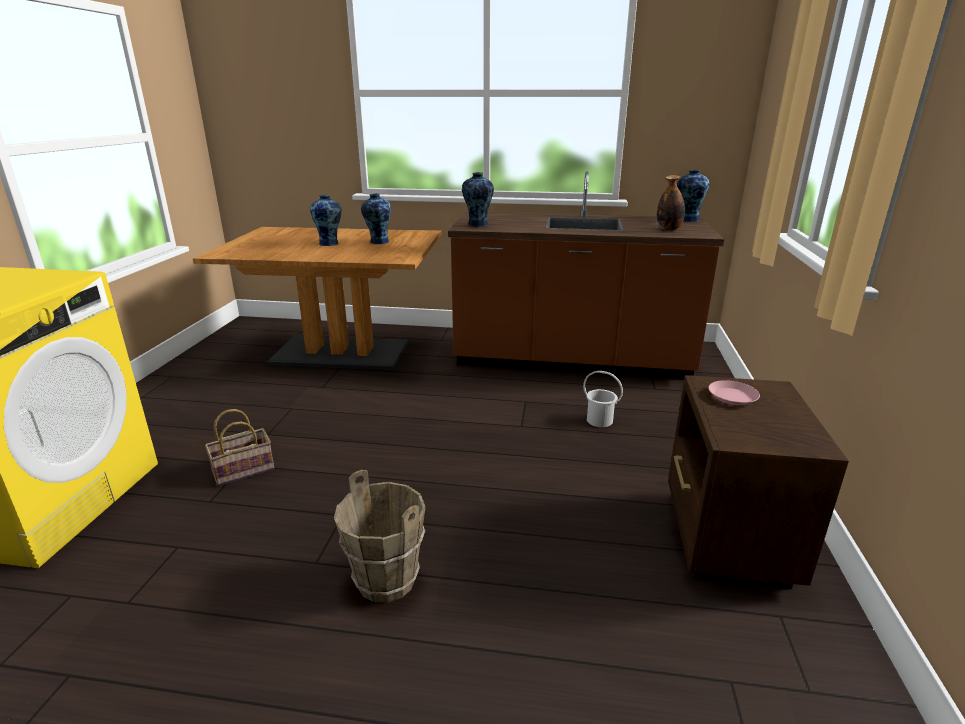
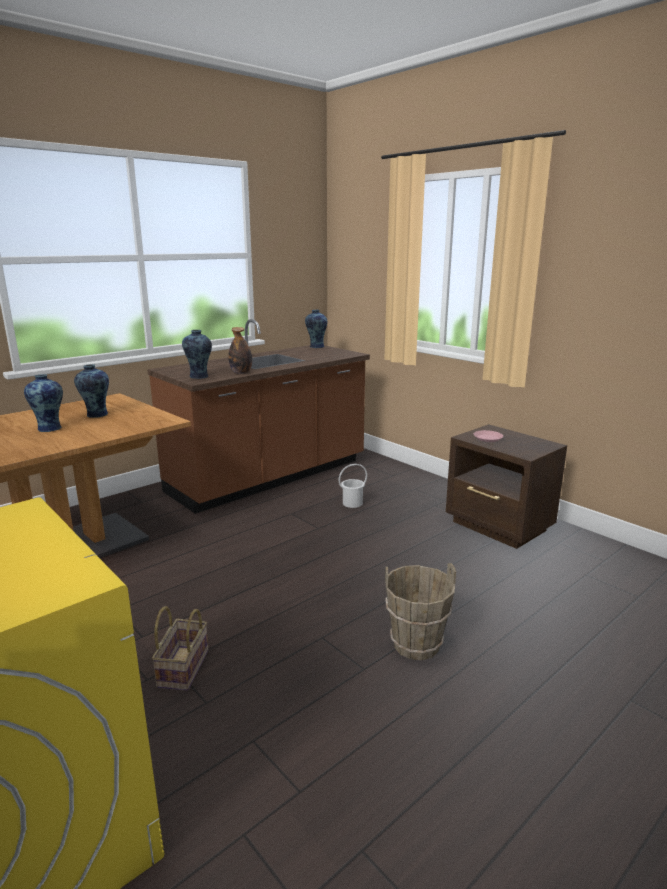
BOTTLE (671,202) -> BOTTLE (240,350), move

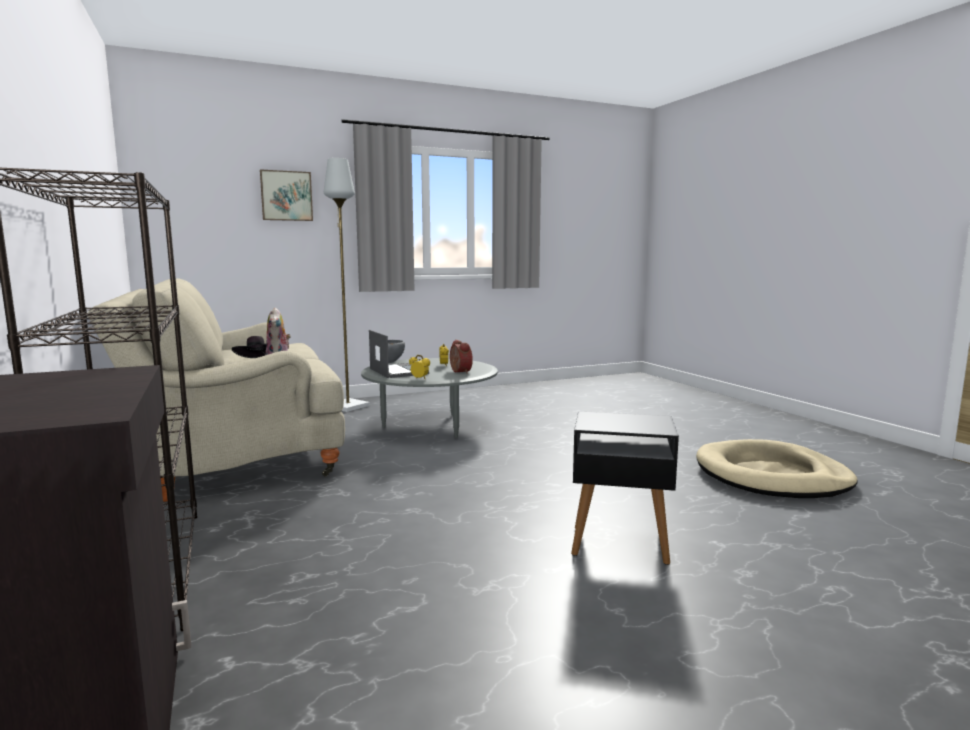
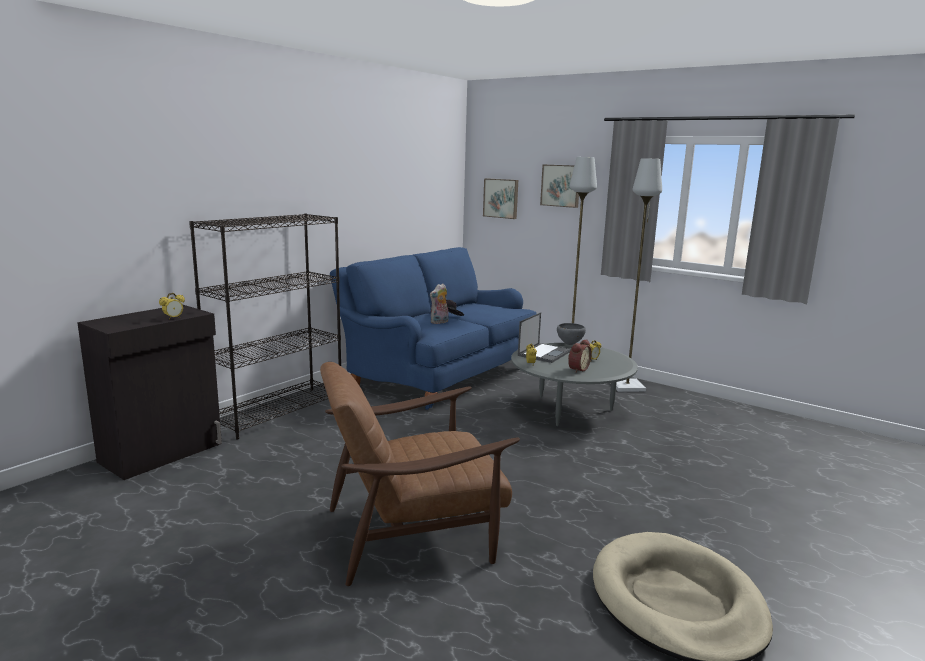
none -> ALARM CLOCK (172,306)
BLACK SIDE TABLE (625,488) -> BROWN ARMCHAIR (420,474)
BEIGE SOFA (216,390) -> BLUE SOFA (433,328)
none -> PICTURE (500,198)
none -> GREY FLOOR LAMP (639,275)

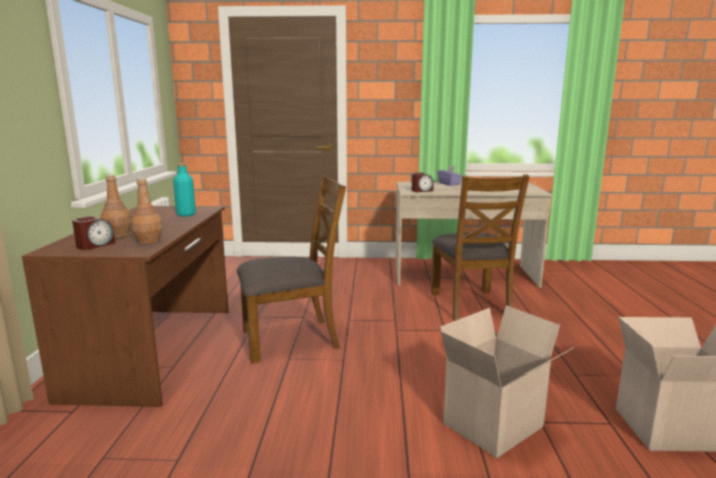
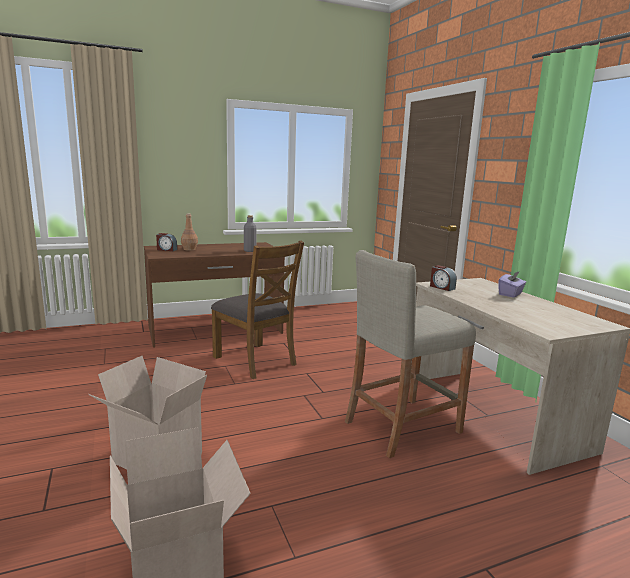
TURQUOISE BOTTLE (184,190) -> GREY BOTTLE (250,233)
BROWN CHAIR (480,248) -> BEIGE STOOL (410,354)
BROWN BOTTLE (147,211) -> none

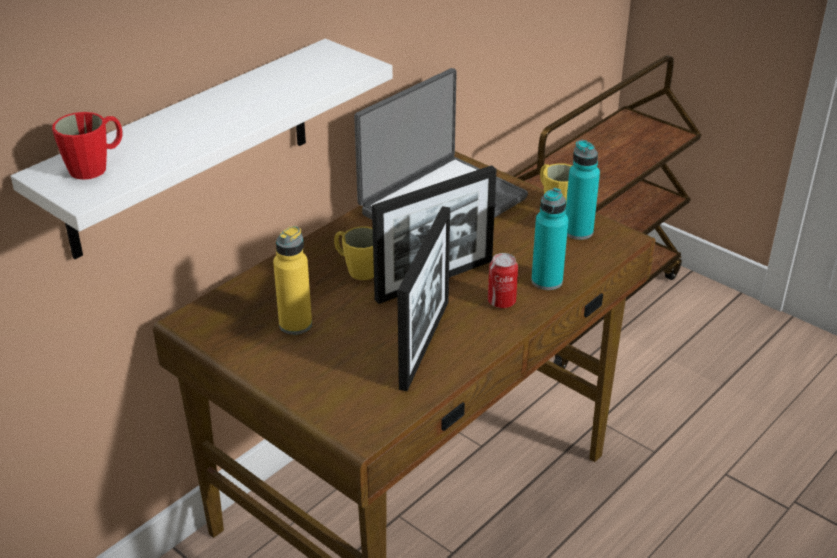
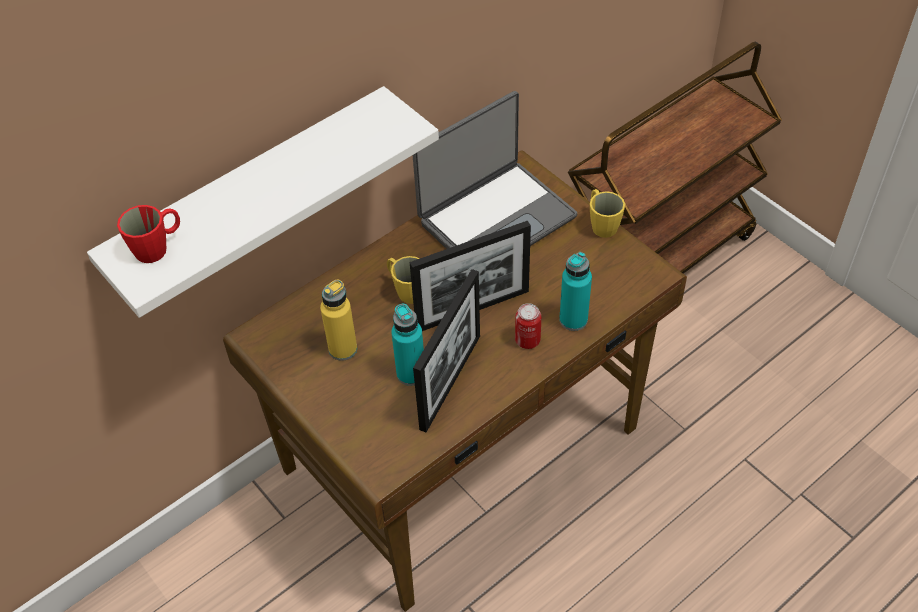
TURQUOISE BOTTLE (582,190) -> TURQUOISE BOTTLE (407,344), move

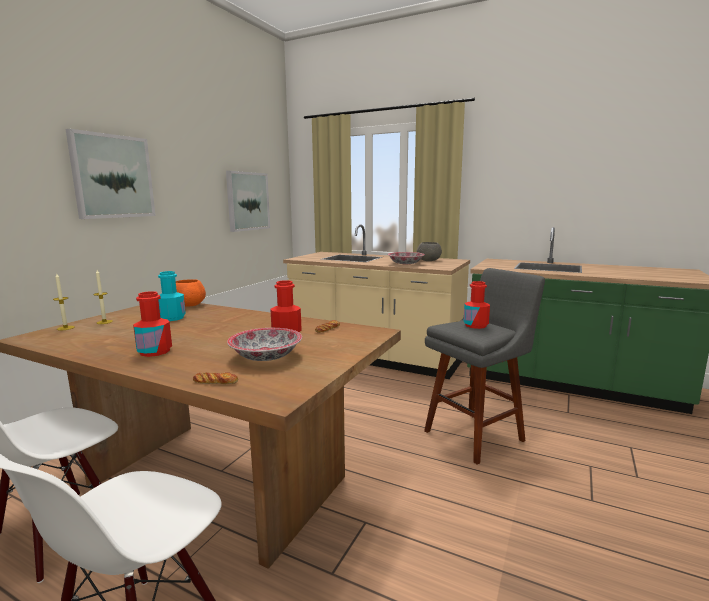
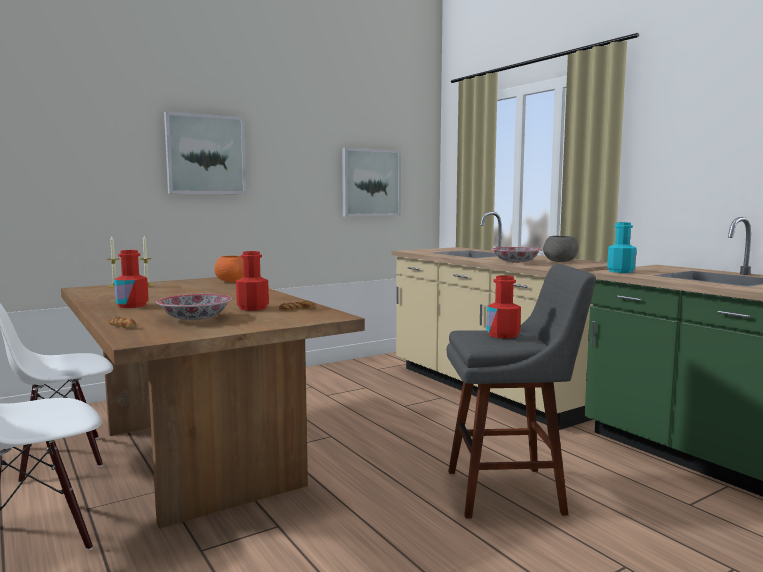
TURQUOISE BOTTLE (172,296) -> TURQUOISE BOTTLE (622,247), move

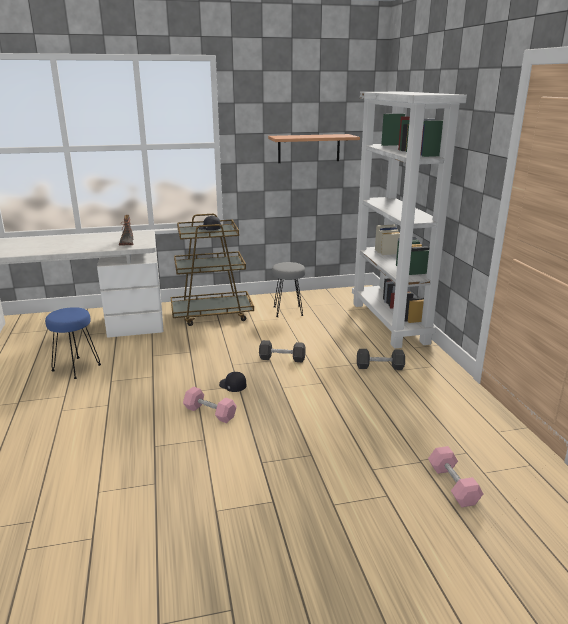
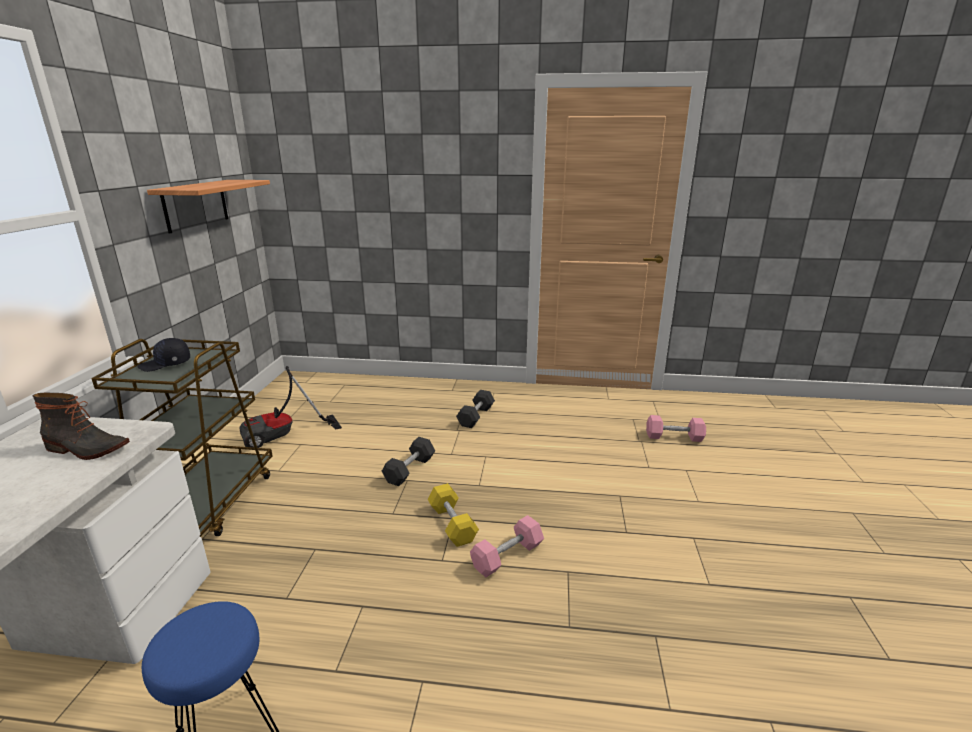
GREY STOOL (288,289) -> VACUUM CLEANER (291,407)
BLACK CAP (232,382) -> YELLOW DUMBBELL (453,515)
WHITE BOOKCASE (409,220) -> none

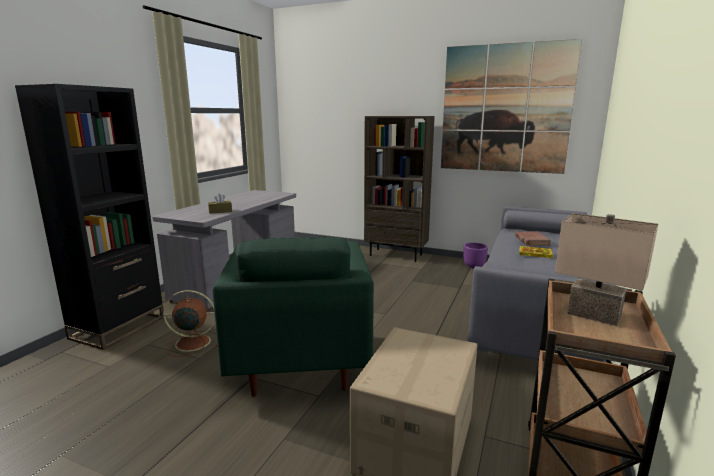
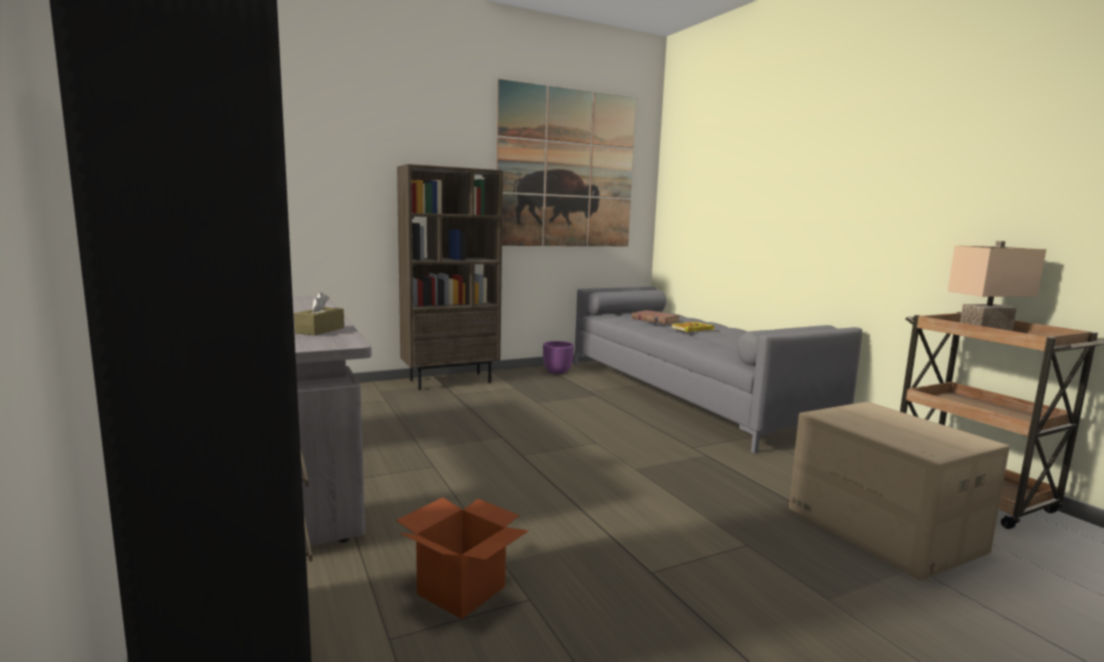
BROWN FAN (190,323) -> CARDBOARD BOX (462,558)
GREEN ARMCHAIR (293,317) -> none

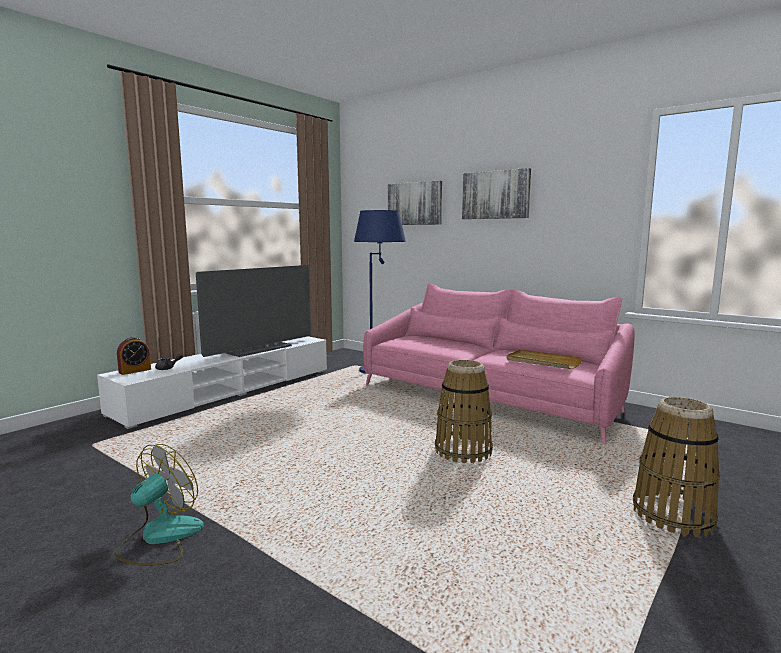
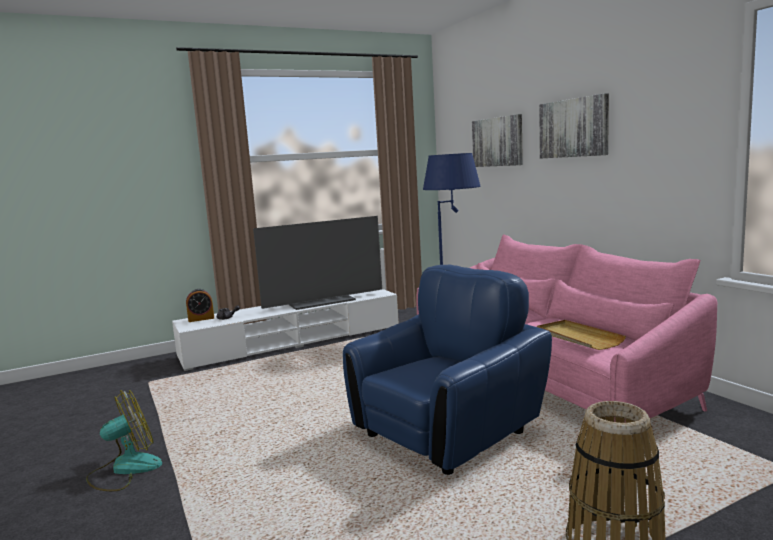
BASKET (464,411) -> BLUE ARMCHAIR (447,370)

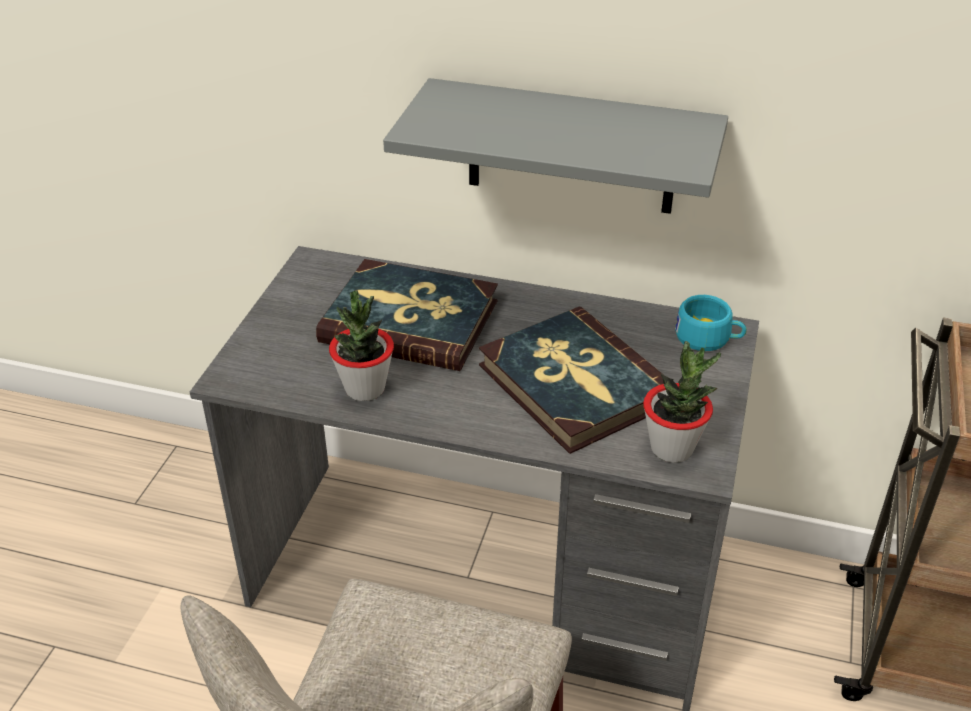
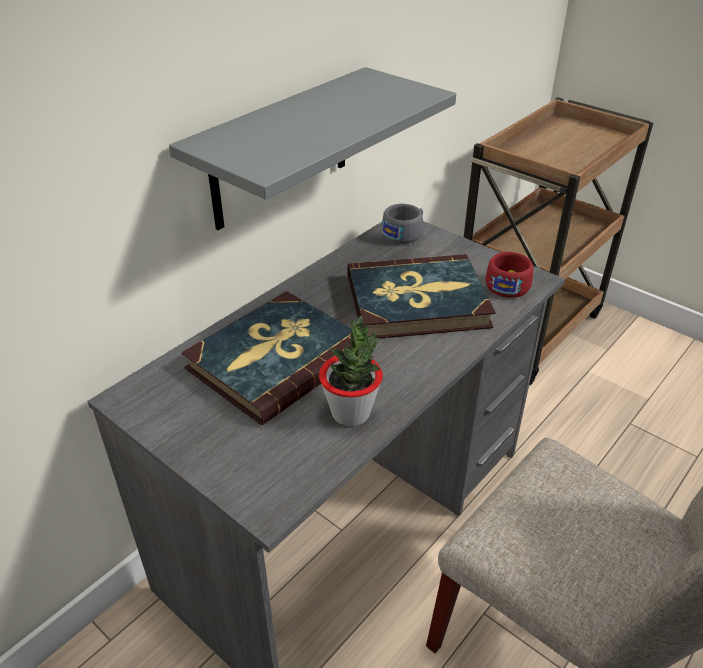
TURQUOISE CUP (711,323) -> GREY CUP (402,224)
POTTED PLANT (682,402) -> RED CUP (509,275)

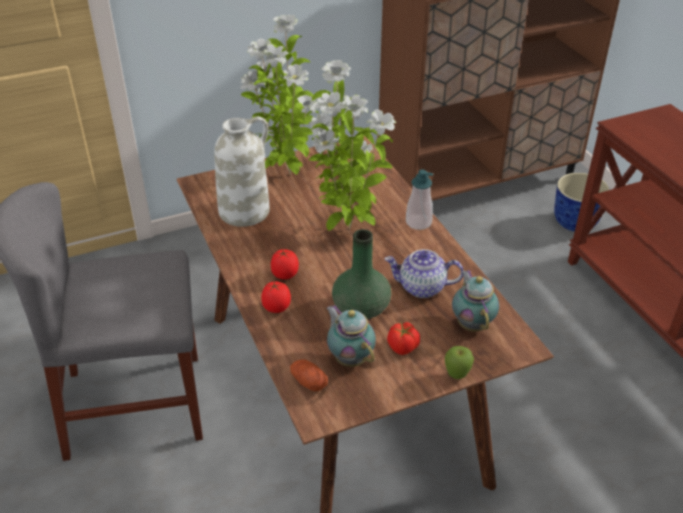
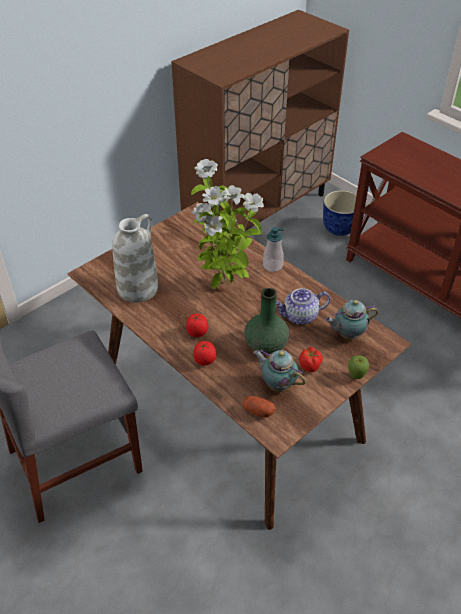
TEAPOT (475,300) -> TEAPOT (352,320), 75 degrees counterclockwise
POTTED PLANT (280,95) -> none

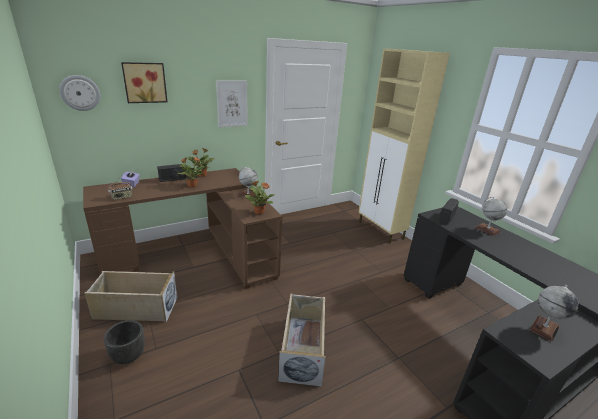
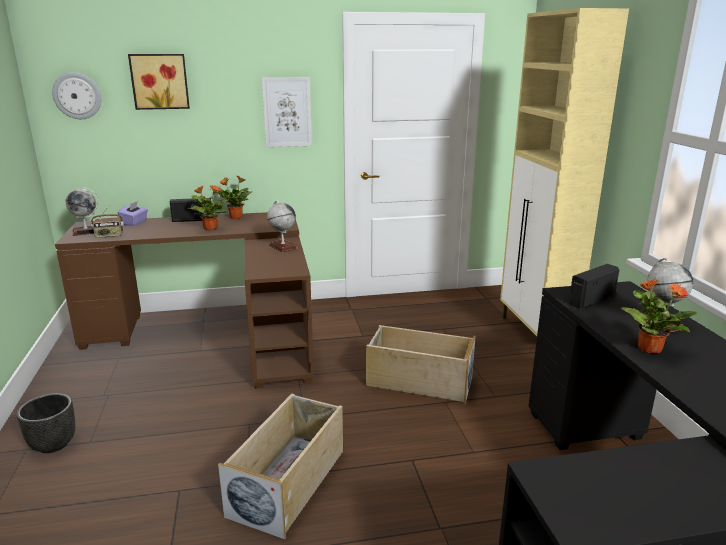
GLOBE (554,313) -> GLOBE (82,211), move
BEIGE STORAGE BOX (131,297) -> BEIGE STORAGE BOX (421,364), move
POTTED PLANT (260,197) -> POTTED PLANT (659,315), move

